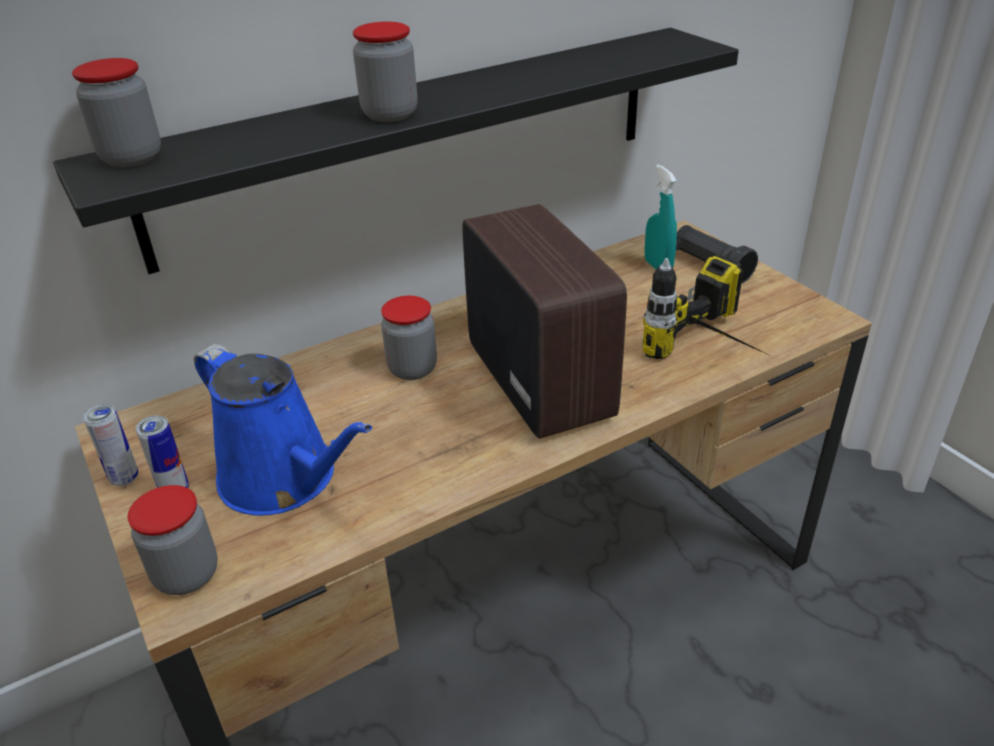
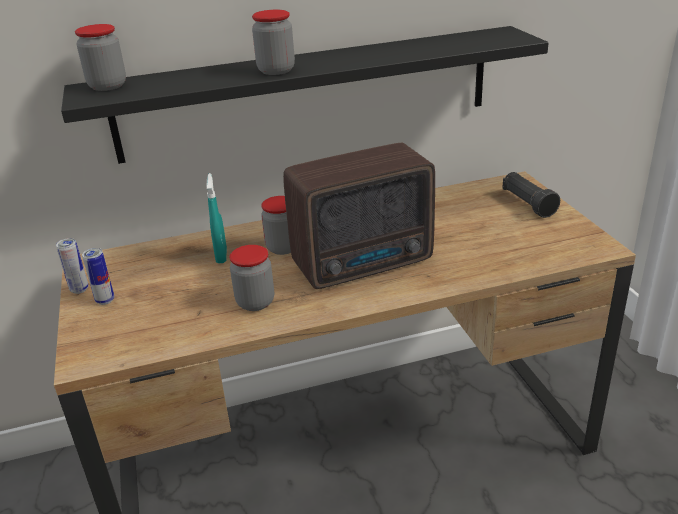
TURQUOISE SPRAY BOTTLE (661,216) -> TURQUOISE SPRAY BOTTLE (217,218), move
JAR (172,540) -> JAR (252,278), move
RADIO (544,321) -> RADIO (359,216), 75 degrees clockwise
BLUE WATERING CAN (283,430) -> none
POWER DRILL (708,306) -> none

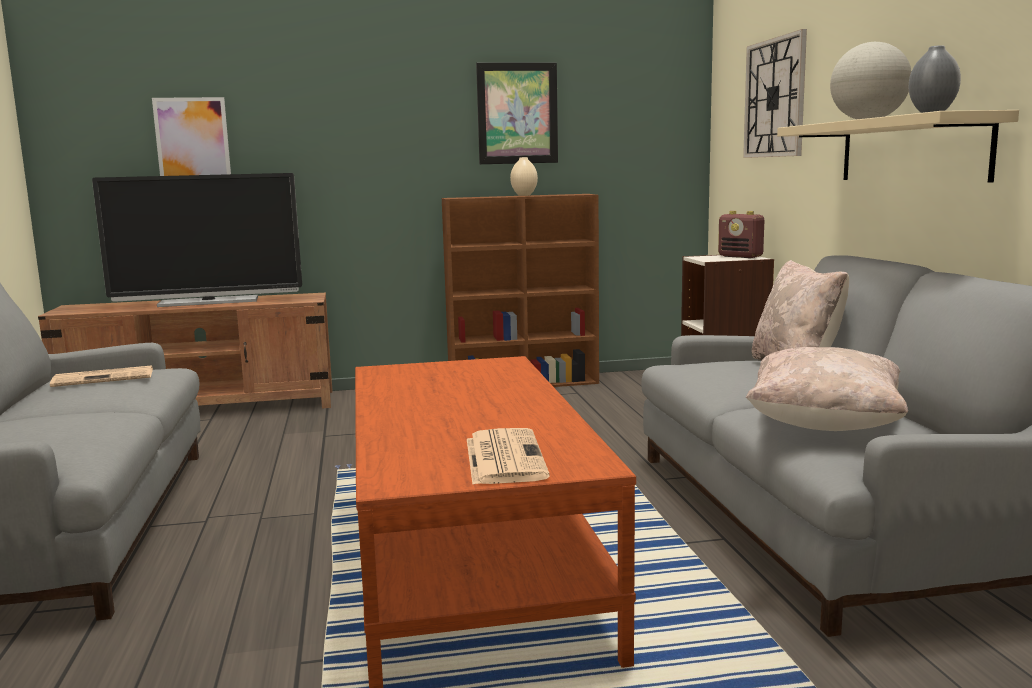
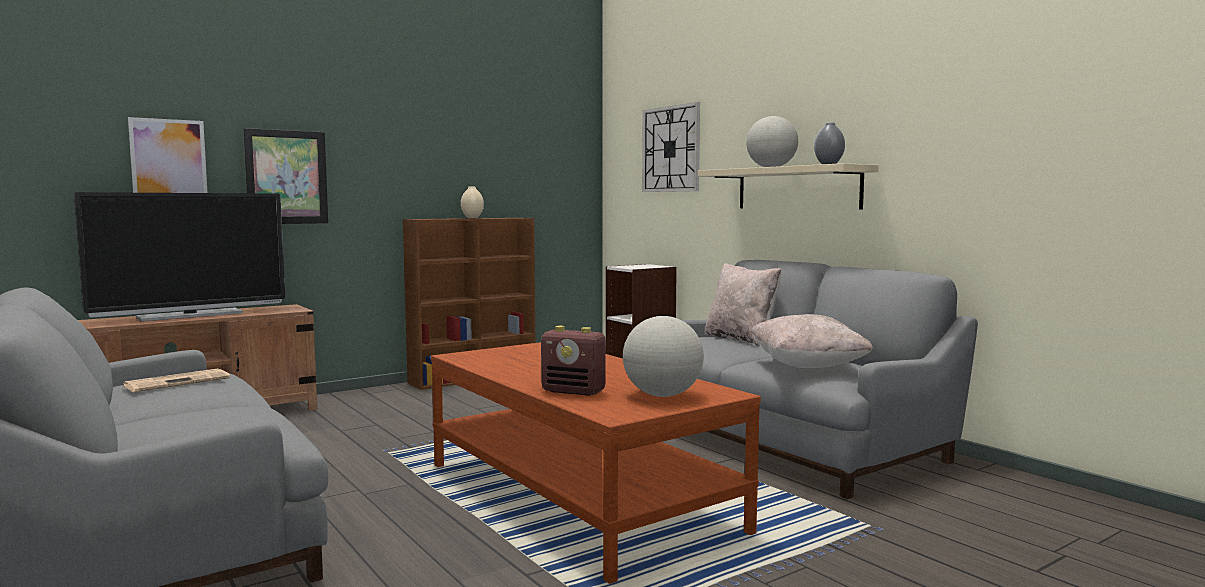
PICTURE (517,113) -> PICTURE (285,176), move
RADIO (741,234) -> RADIO (573,361), move
NEWSPAPER (508,456) -> GLOBE (663,356)

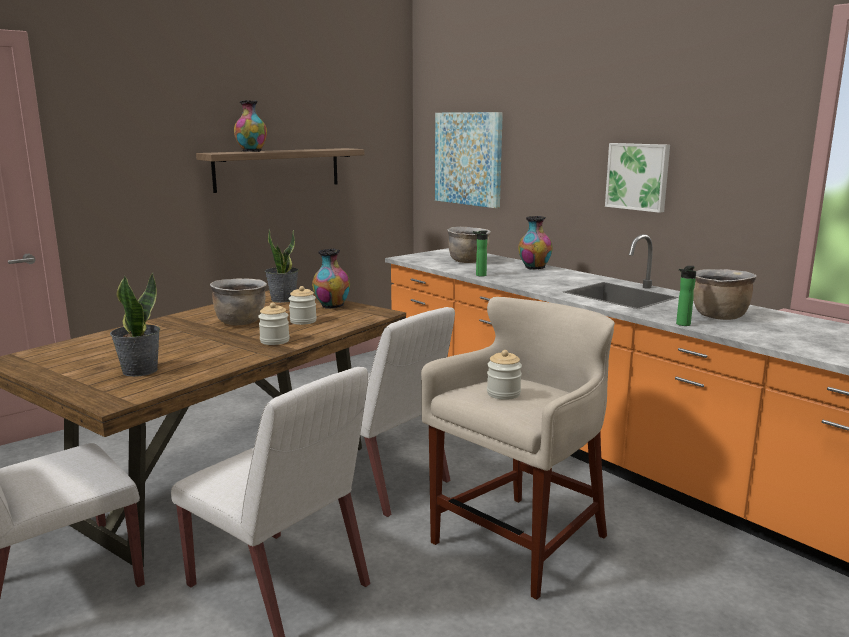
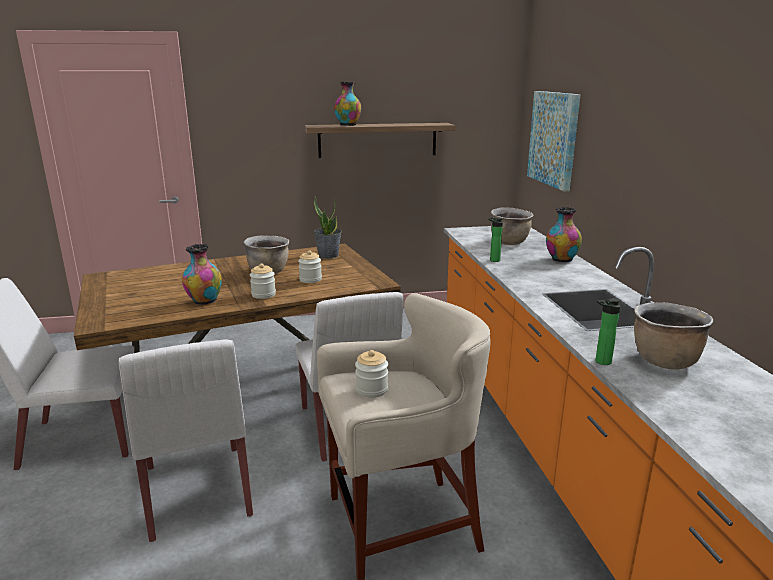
VASE (331,279) -> VASE (202,274), move
POTTED PLANT (135,325) -> none
PICTURE (637,178) -> none

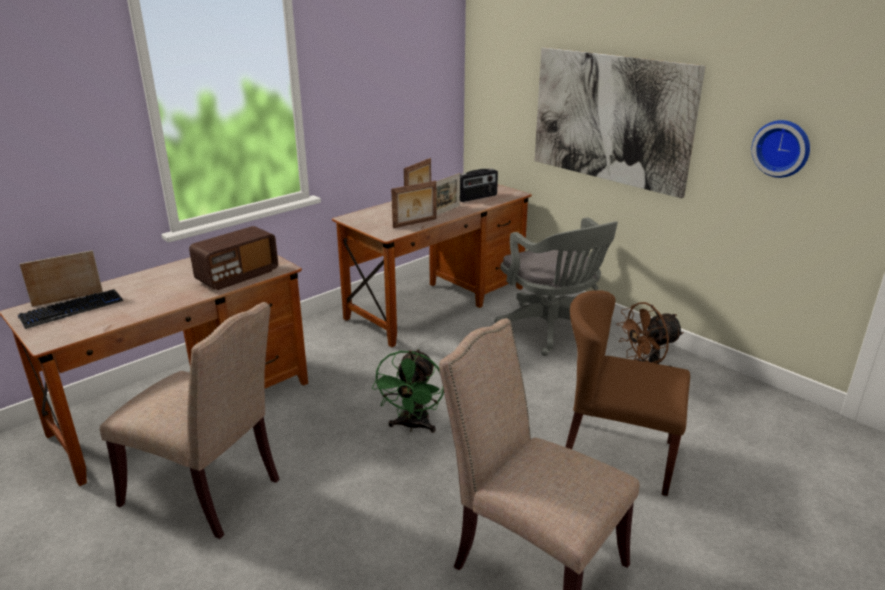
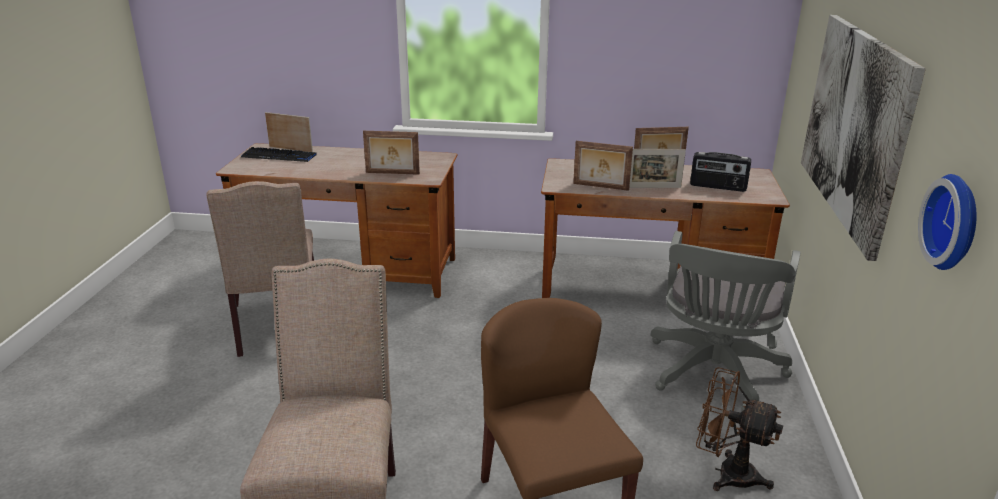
RADIO (233,258) -> PICTURE FRAME (391,153)
GREEN FAN (408,391) -> none

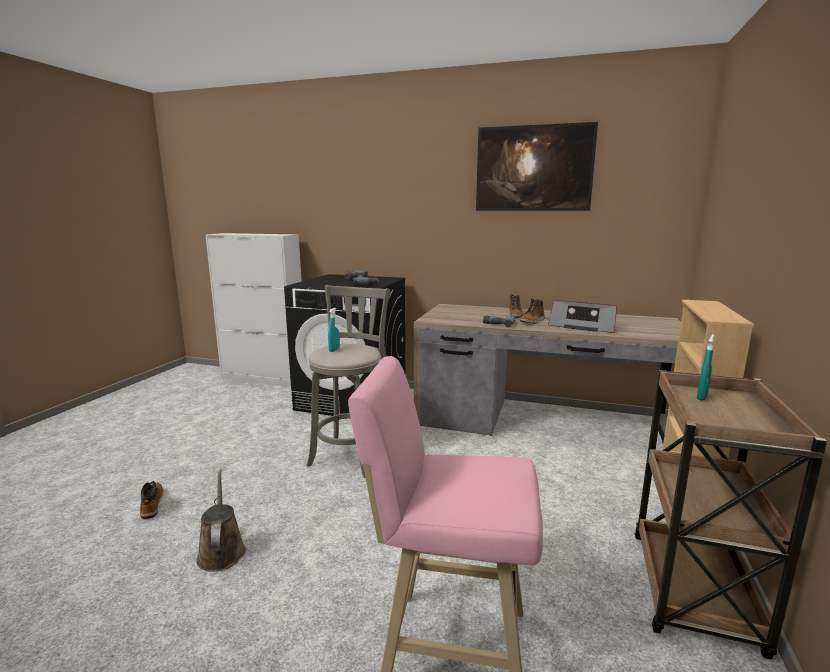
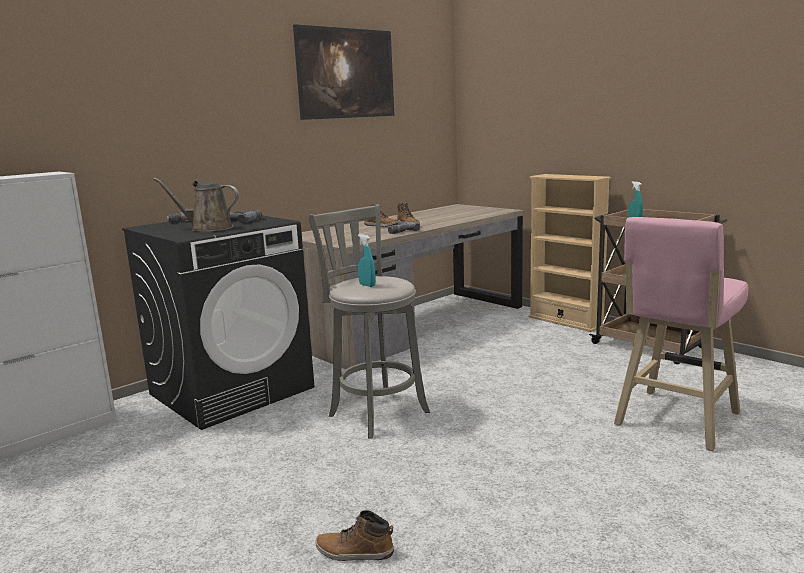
BROWN WATERING CAN (221,520) -> BROWN WATERING CAN (196,205), move
RADIO (582,316) -> none

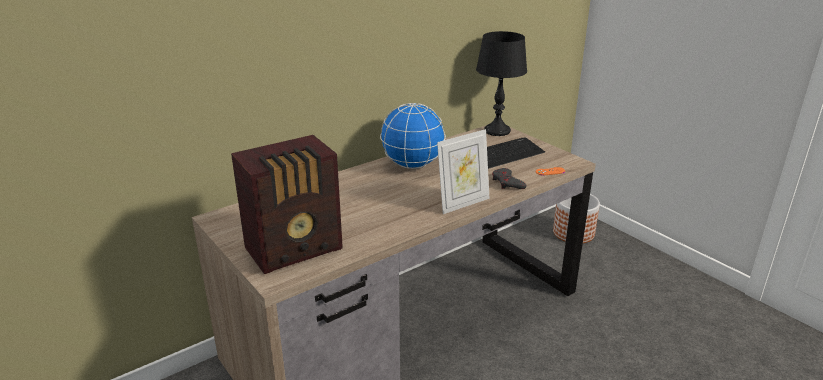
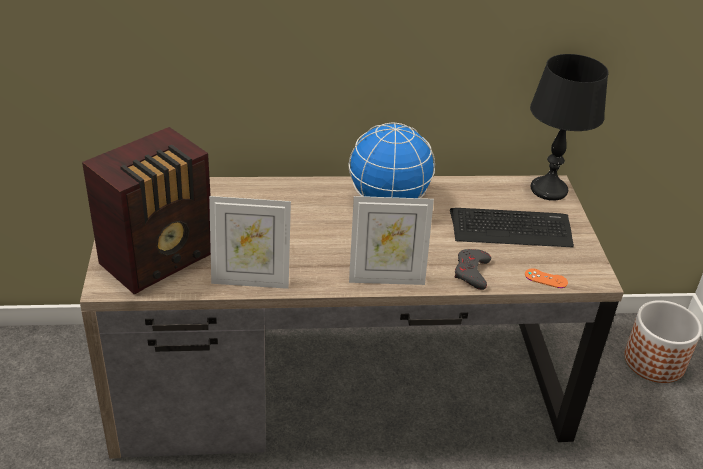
RADIO (287,204) -> RADIO (146,211), 45 degrees counterclockwise
none -> PICTURE FRAME (250,242)

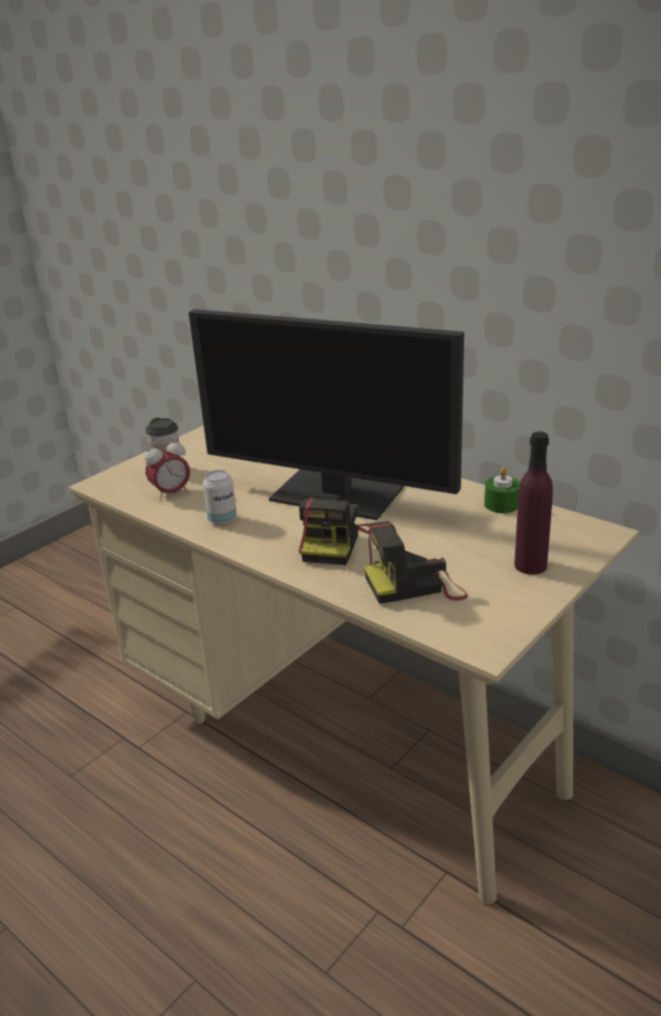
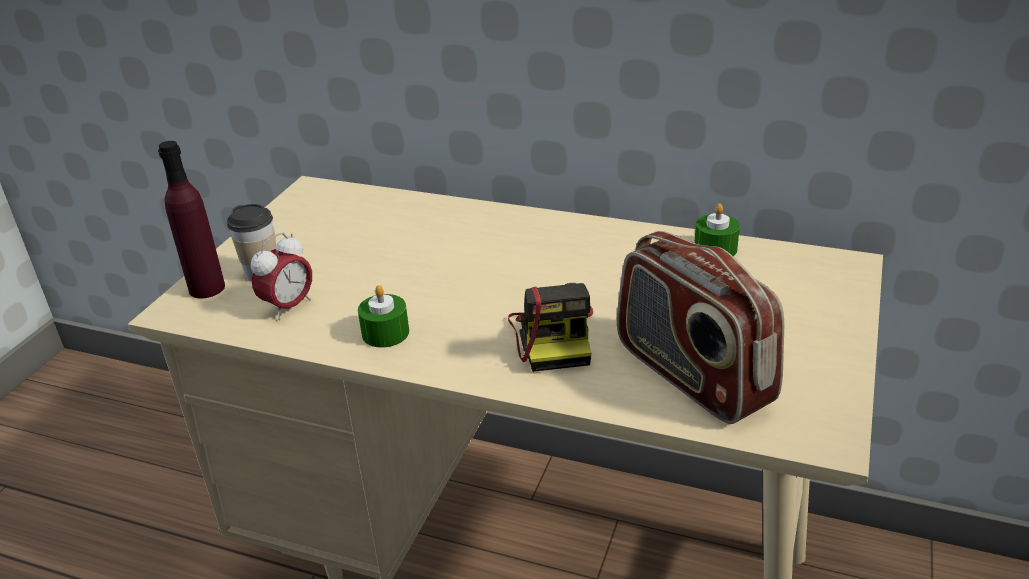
PURPLE BOTTLE (533,503) -> PURPLE BOTTLE (191,220), move
CAN (220,497) -> GREEN CANDLE (383,316)
PHOTO CAMERA (416,562) -> RADIO (700,327)
MONITOR (326,414) -> none

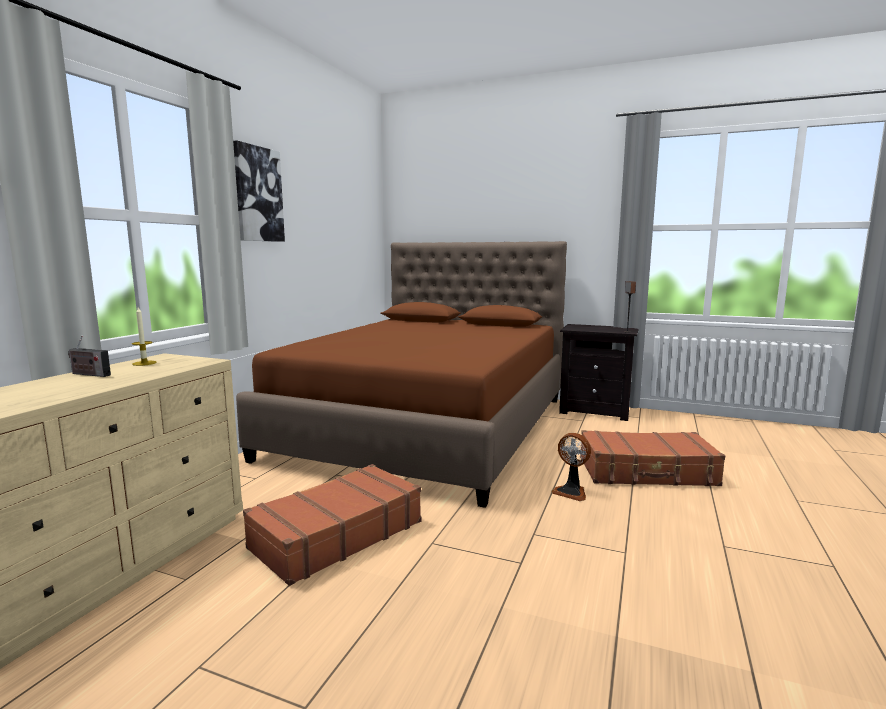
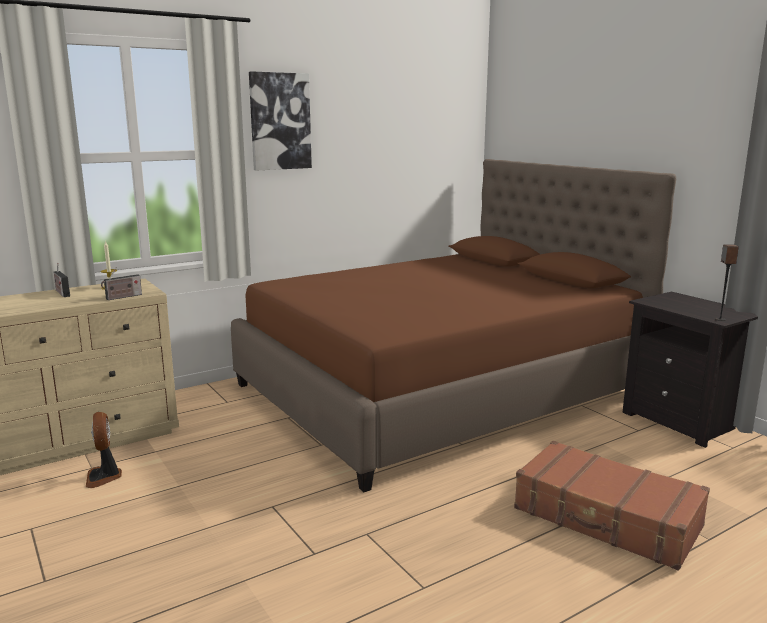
FAN (571,467) -> FAN (104,450), move
none -> RADIO (121,283)
BROWN SUITCASE (332,525) -> none

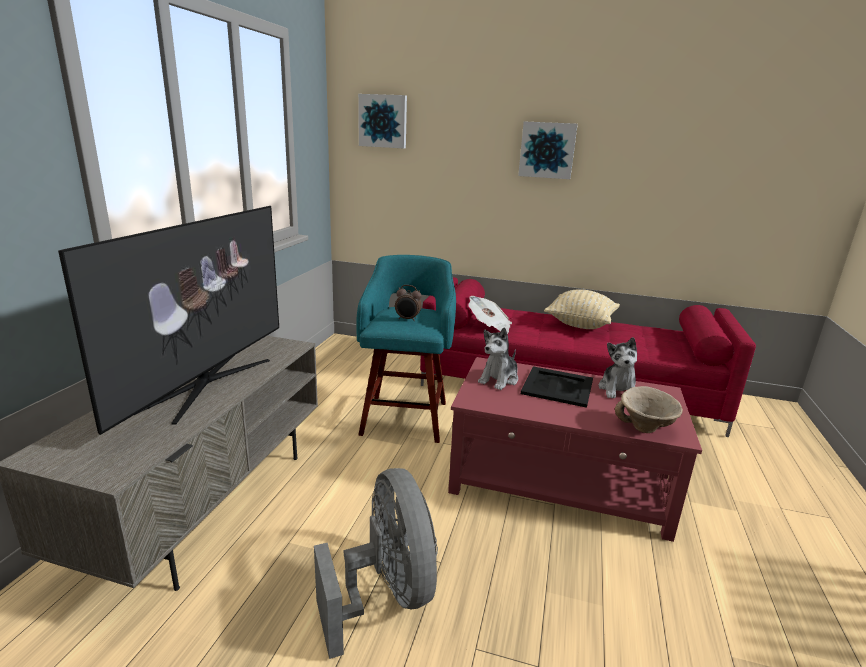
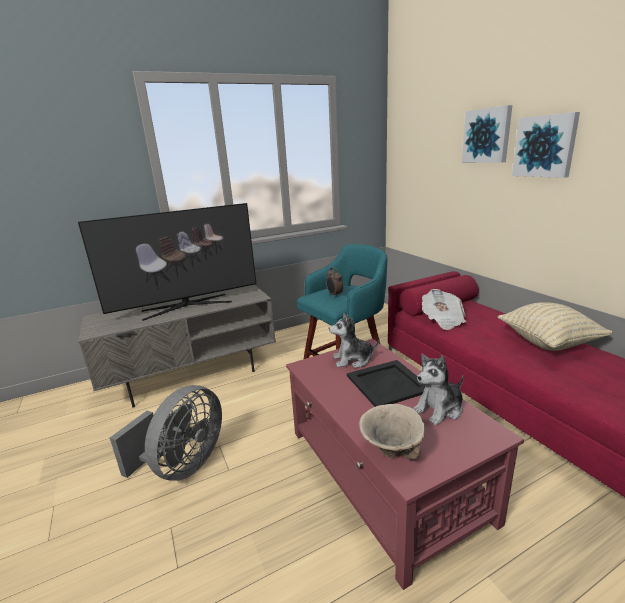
PICTURE (382,121) -> PICTURE (487,134), move

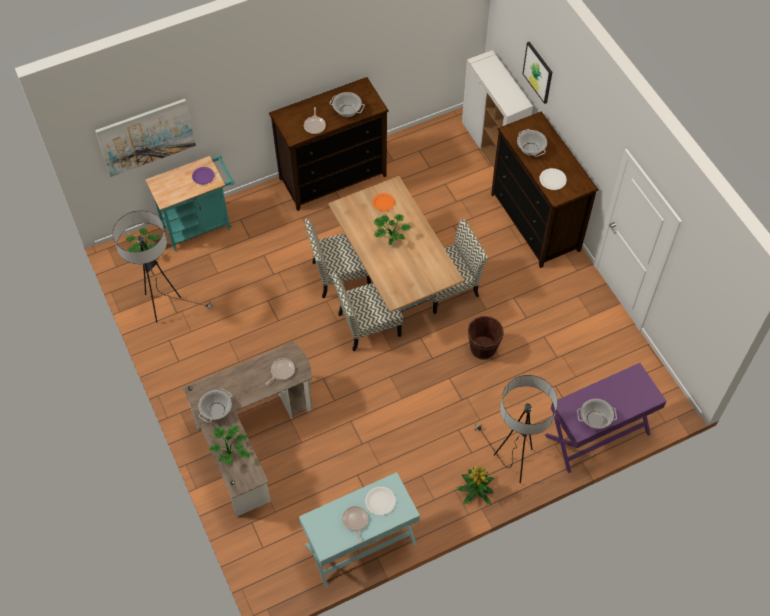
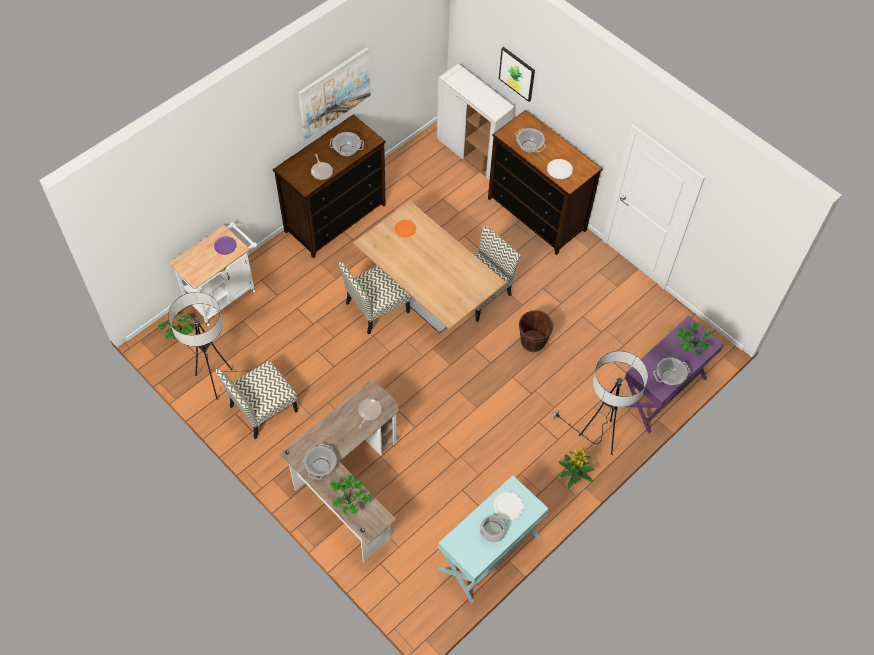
TURQUOISE CART (190,203) -> WHITE CART (213,274)
CHAIR (367,311) -> CHAIR (256,400), move
PICTURE (145,138) -> PICTURE (334,93), move
FRYING PAN (355,524) -> COOKING POT (493,528)
POTTED PLANT (392,229) -> POTTED PLANT (694,339), move

